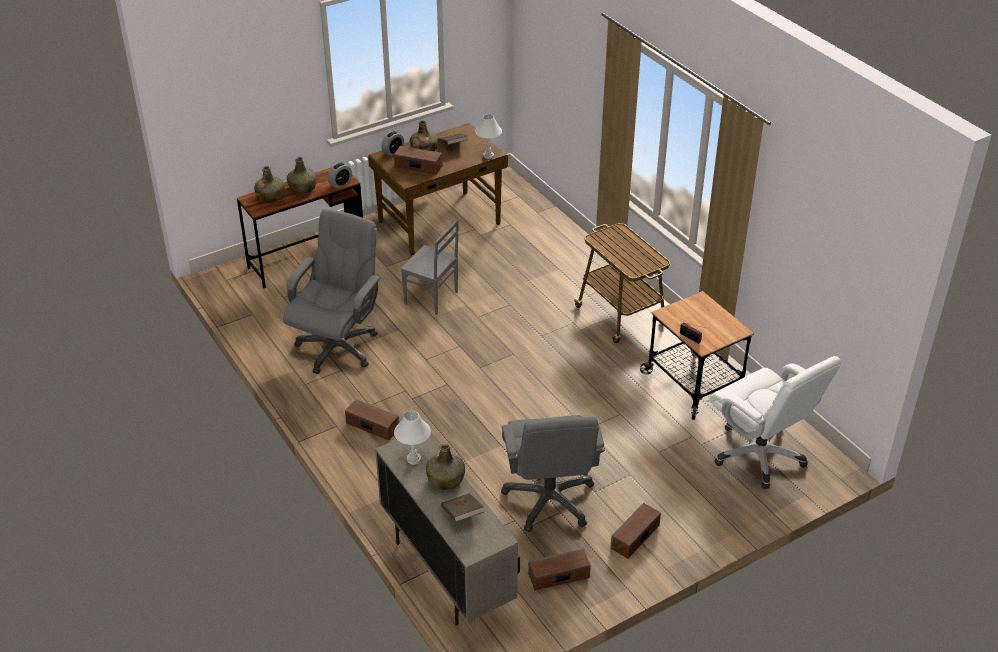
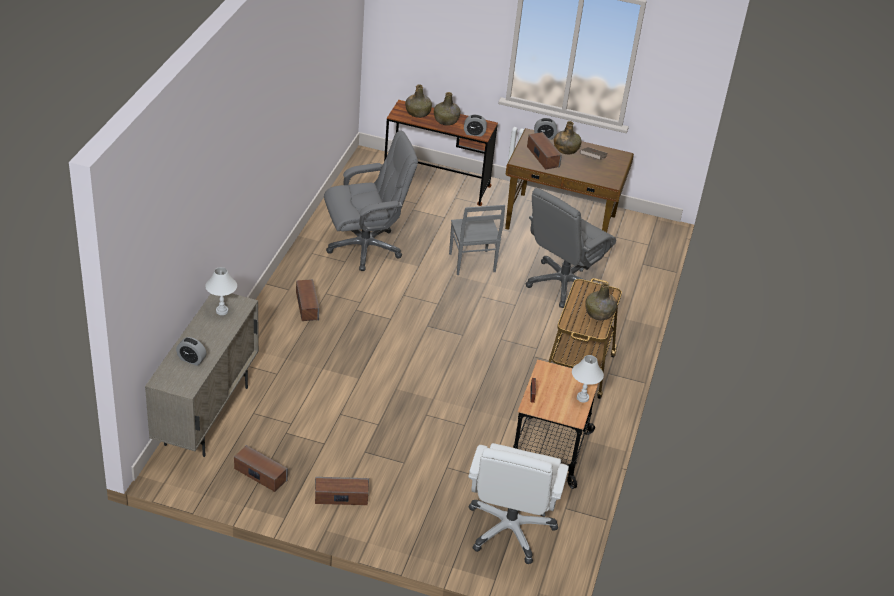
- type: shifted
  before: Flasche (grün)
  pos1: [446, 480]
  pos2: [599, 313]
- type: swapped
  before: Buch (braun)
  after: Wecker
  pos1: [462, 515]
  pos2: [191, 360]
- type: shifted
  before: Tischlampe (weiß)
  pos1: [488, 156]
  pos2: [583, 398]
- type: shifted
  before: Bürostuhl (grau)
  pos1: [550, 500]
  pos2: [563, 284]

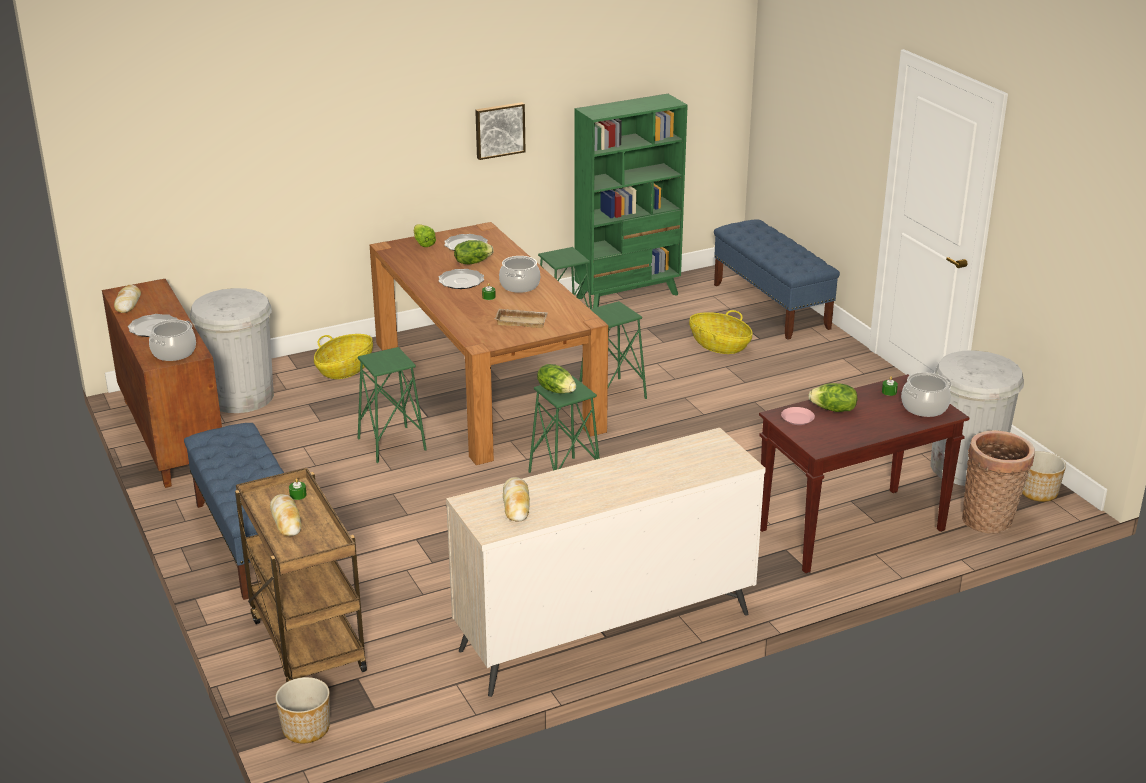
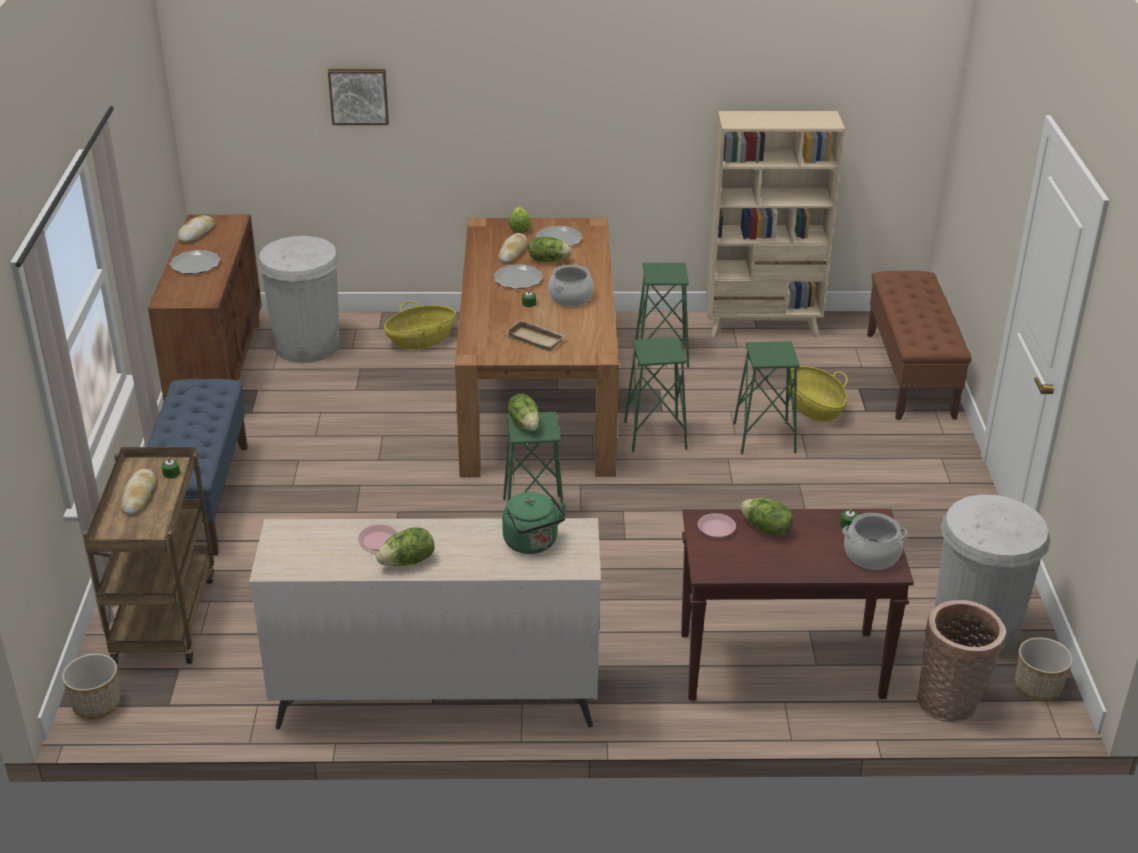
- type: gone
  before: Kochtopf
  pos1: [174, 353]
- type: shifted
  before: Hocker (grün)
  pos1: [391, 444]
  pos2: [764, 438]
- type: shifted
  before: Bild
  pos1: [499, 130]
  pos2: [359, 96]
- type: shifted
  before: Brot
  pos1: [516, 504]
  pos2: [513, 252]
- type: repainted
  before: Bücherregal (grün)
  after: Bücherregal (beige)
  pos1: [628, 296]
  pos2: [763, 326]
- type: repainted
  before: Bank (blau)
  after: Bank (braun)
  pos1: [771, 306]
  pos2: [910, 375]
- type: new
  after: Teller (rosa)
  pos2: [378, 541]
- type: new
  after: Salatkopf
  pos2: [408, 562]
- type: new
  after: Wasserkessel (grün)
  pos2: [533, 543]

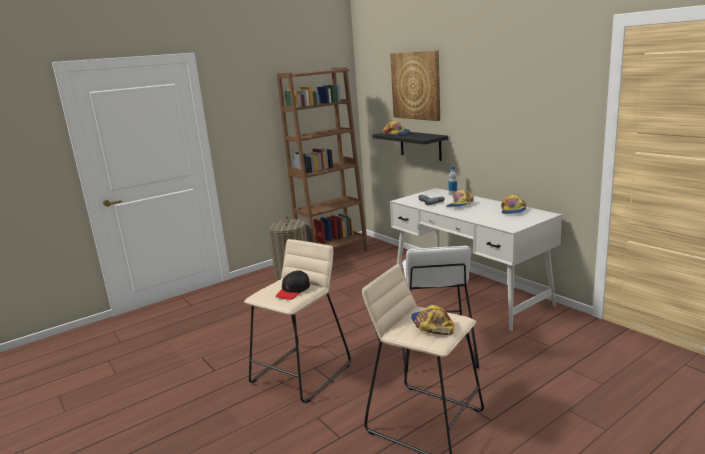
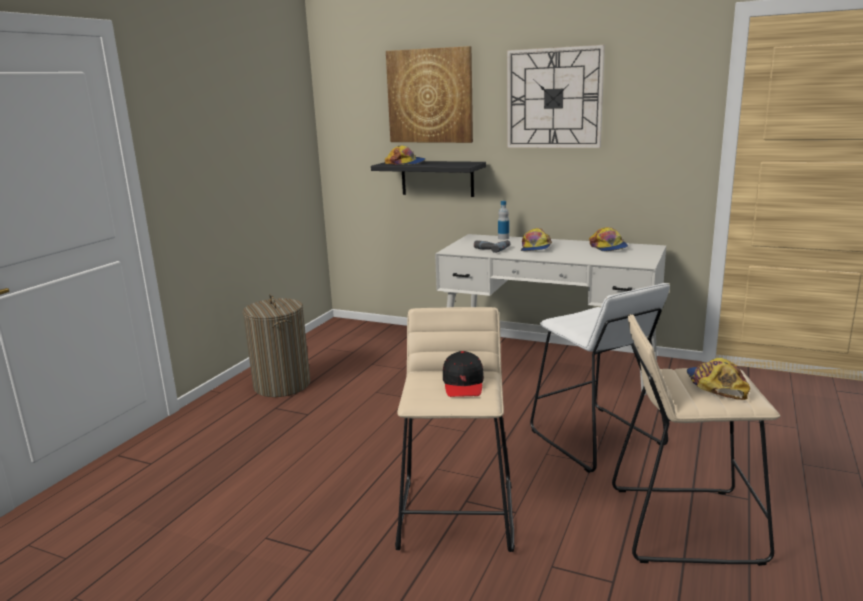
- type: gone
  before: Bücherregal (braun)
  pos1: [333, 254]
- type: rotated
  before: Kappe
  pos1: [431, 325]
  pos2: [715, 386]
  turn: 45
- type: new
  after: Wanduhr
  pos2: [554, 98]

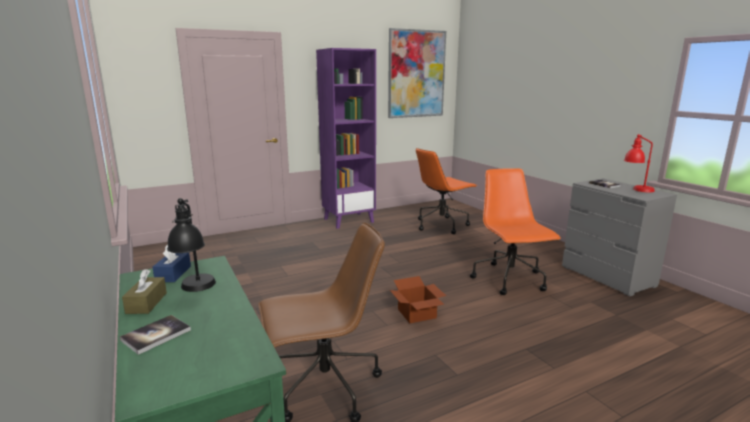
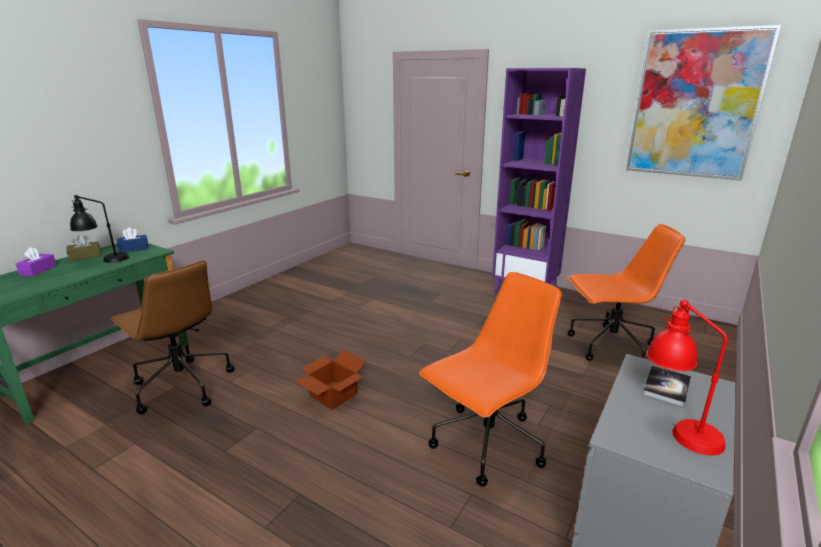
- type: swapped
  before: Buch
  after: Taschentuchbox (lila)
  pos1: [156, 335]
  pos2: [38, 270]
- type: rotated
  before: Bürostuhl (orange)
  pos1: [442, 225]
  pos2: [609, 346]
  turn: 150

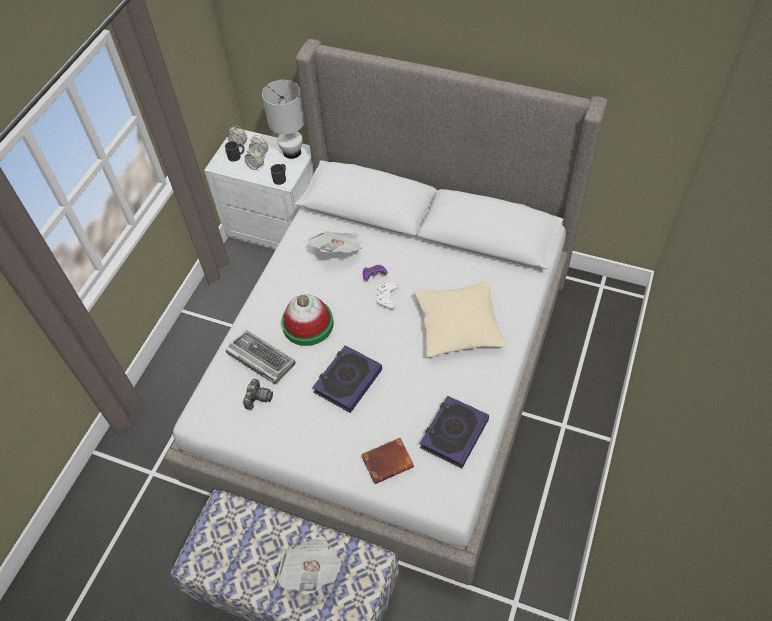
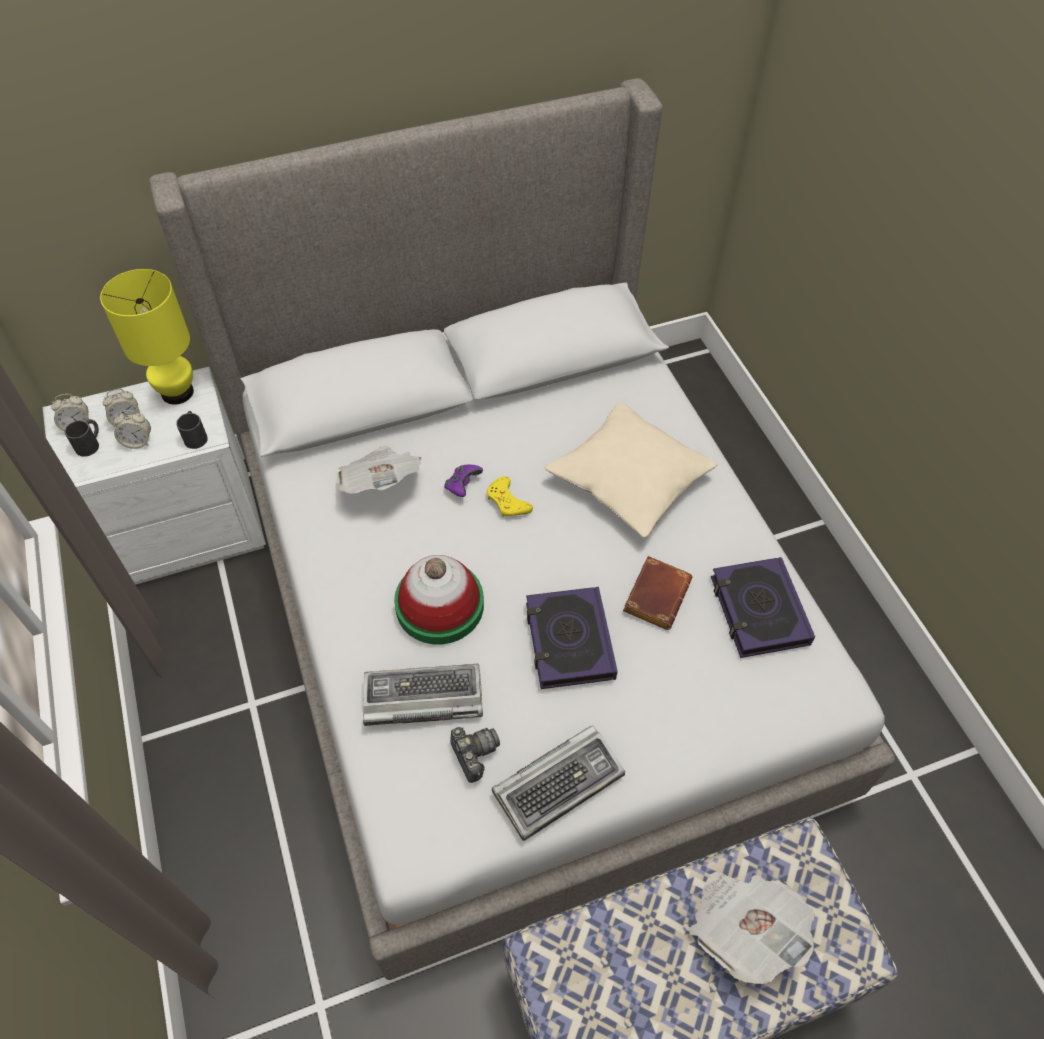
- type: repainted
  before: Tischlampe (weiß)
  after: Tischlampe (gelb)
  pos1: [291, 152]
  pos2: [177, 393]
- type: shifted
  before: Buch (braun)
  pos1: [388, 461]
  pos2: [655, 594]
- type: repainted
  before: Gamepad (weiß)
  after: Gamepad (gelb)
  pos1: [387, 297]
  pos2: [507, 501]
- type: new
  after: Tastatur
  pos2: [559, 783]

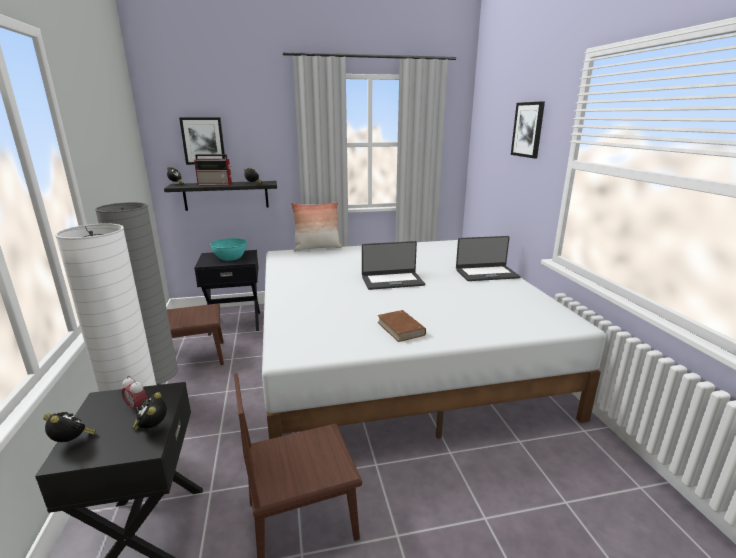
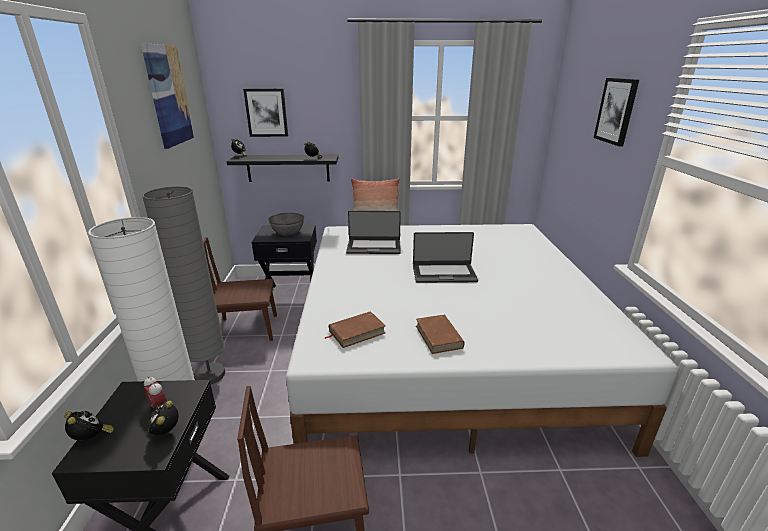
- type: gone
  before: Radio
  pos1: [216, 184]
- type: repainted
  before: Schüssel (türkis)
  after: Schüssel (grau)
  pos1: [230, 258]
  pos2: [288, 232]
- type: shifted
  before: Laptop
  pos1: [486, 273]
  pos2: [374, 247]
- type: new
  after: Bild
  pos2: [168, 96]
- type: new
  after: Buch (braun)
  pos2: [356, 332]

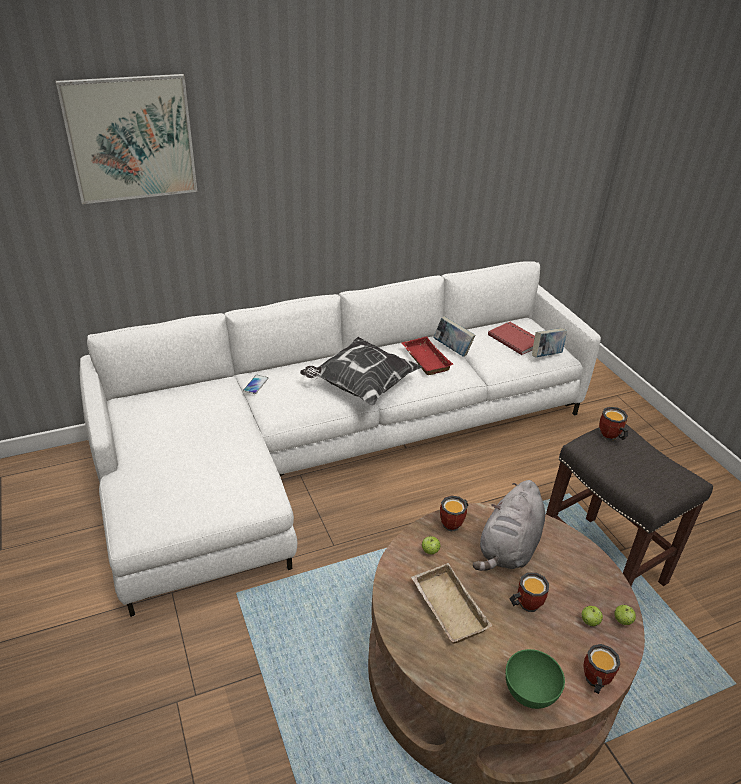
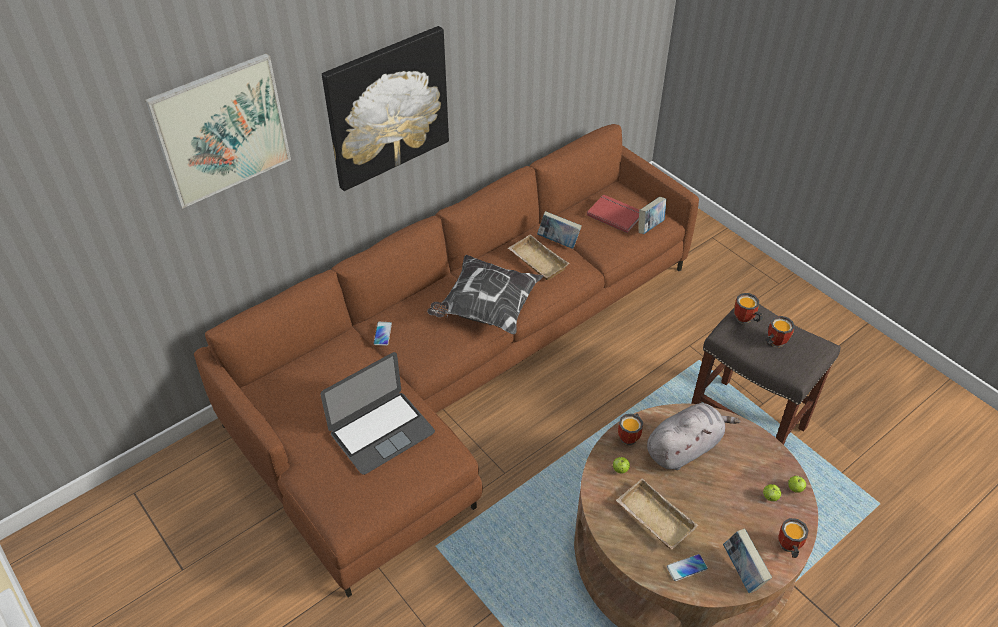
- type: repainted
  before: Sofa (weiß)
  after: Sofa (braun)
  pos1: [331, 447]
  pos2: [459, 368]
- type: repainted
  before: Tablett (rot)
  after: Tablett (beige)
  pos1: [424, 359]
  pos2: [536, 261]
- type: rotated
  before: Plüschtier (grau)
  pos1: [508, 548]
  pos2: [684, 448]
  turn: -135
- type: swapped
  before: Schüssel (grün)
  after: Buch
  pos1: [529, 692]
  pos2: [742, 571]
- type: shifted
  before: Henkelbecher
  pos1: [524, 604]
  pos2: [773, 342]
- type: new
  after: Laptop
  pos2: [382, 432]
- type: new
  after: Bild
  pos2: [387, 107]
- type: new
  after: Handy
  pos2: [686, 568]

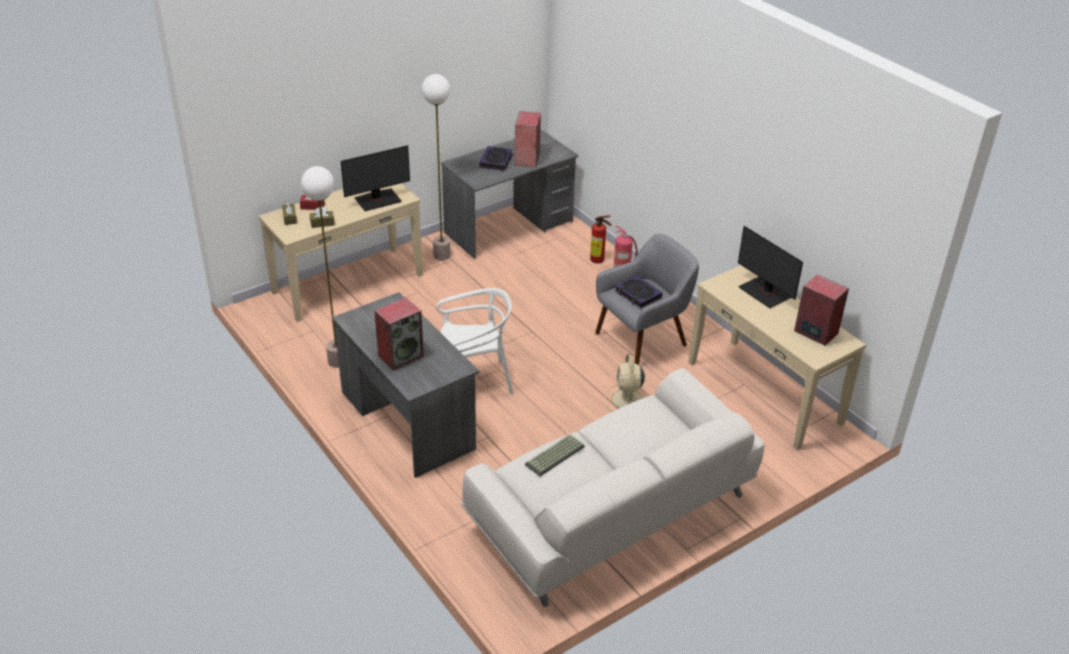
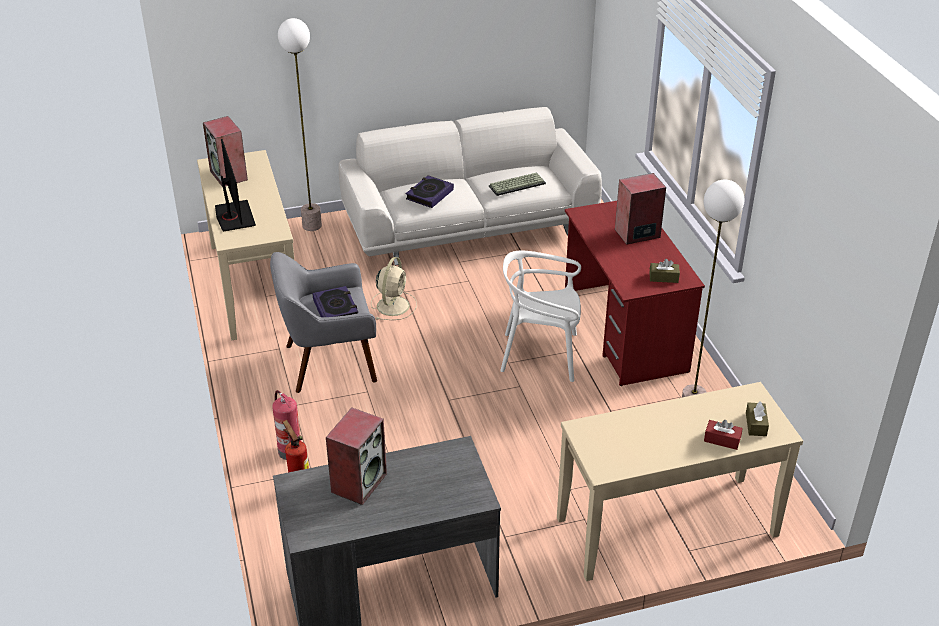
- type: shifted
  before: Taschentuchbox (braun)
  pos1: [322, 223]
  pos2: [663, 277]
- type: repainted
  before: Schreibtisch (grau)
  after: Schreibtisch (rot)
  pos1: [407, 420]
  pos2: [624, 331]
- type: gone
  before: Monitor
  pos1: [377, 200]
- type: shifted
  before: Stehlampe
  pos1: [441, 256]
  pos2: [312, 225]
- type: shifted
  before: Buch
  pos1: [496, 161]
  pos2: [429, 194]

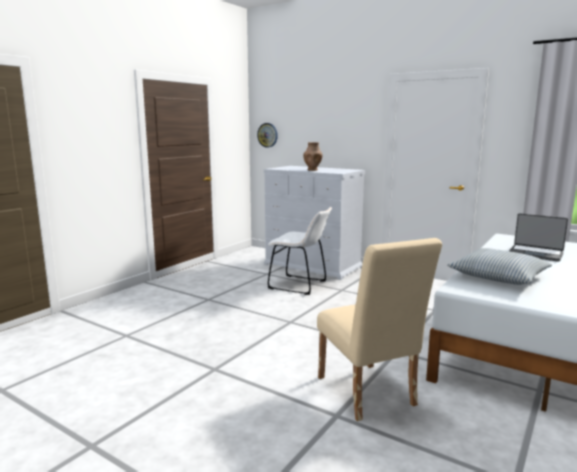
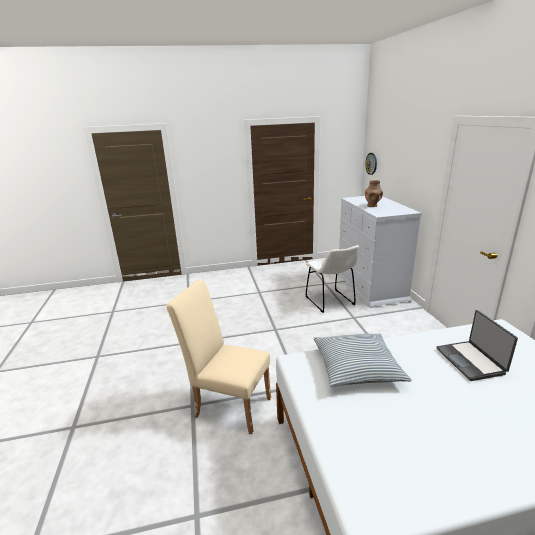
- type: rotated
  before: Stuhl (beige)
  pos1: [368, 395]
  pos2: [228, 404]
  turn: 90

